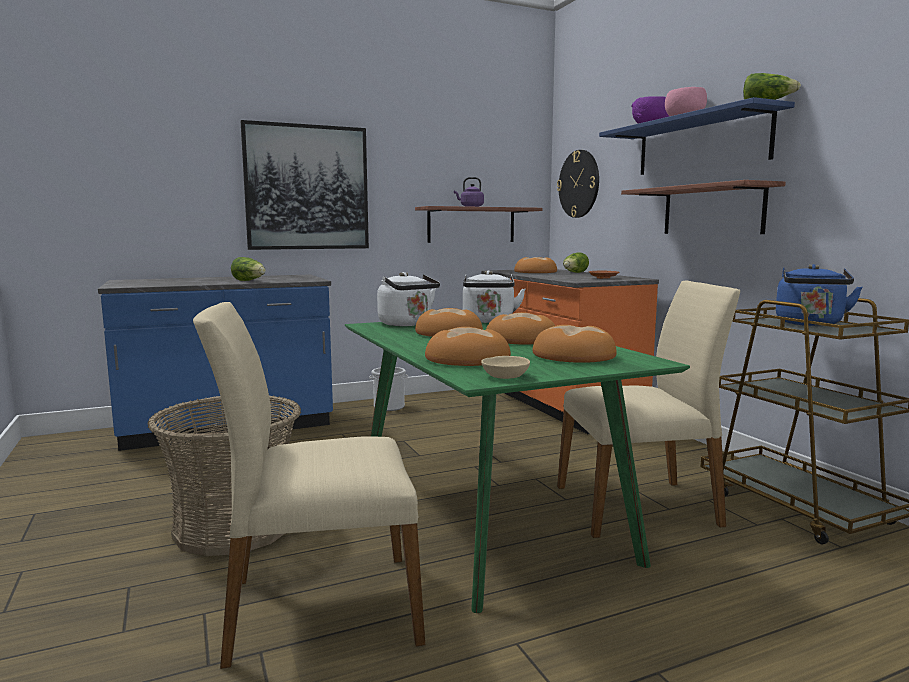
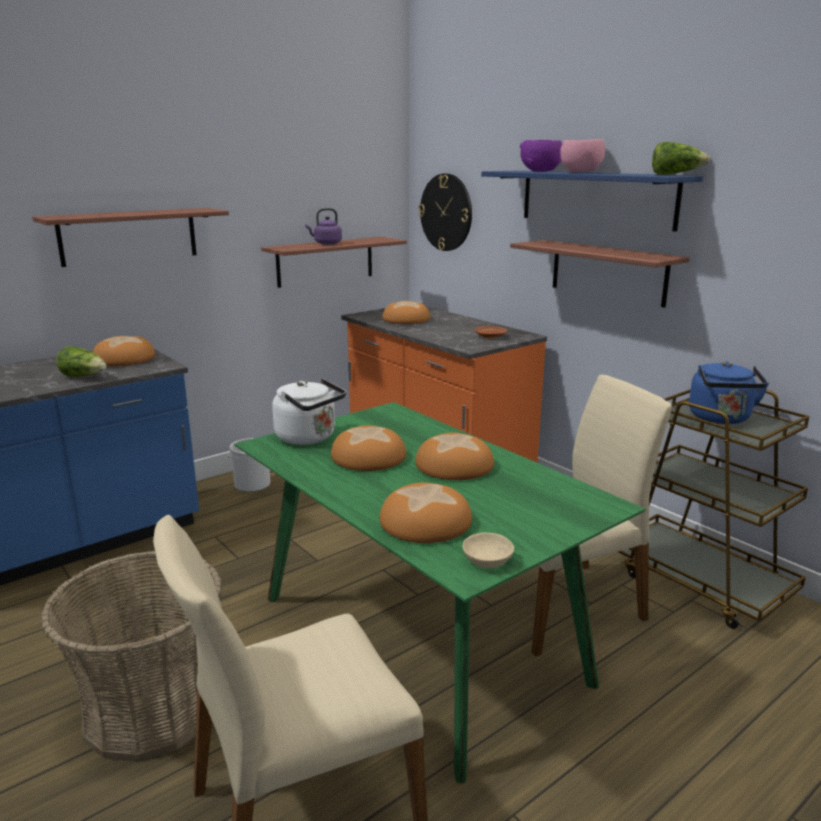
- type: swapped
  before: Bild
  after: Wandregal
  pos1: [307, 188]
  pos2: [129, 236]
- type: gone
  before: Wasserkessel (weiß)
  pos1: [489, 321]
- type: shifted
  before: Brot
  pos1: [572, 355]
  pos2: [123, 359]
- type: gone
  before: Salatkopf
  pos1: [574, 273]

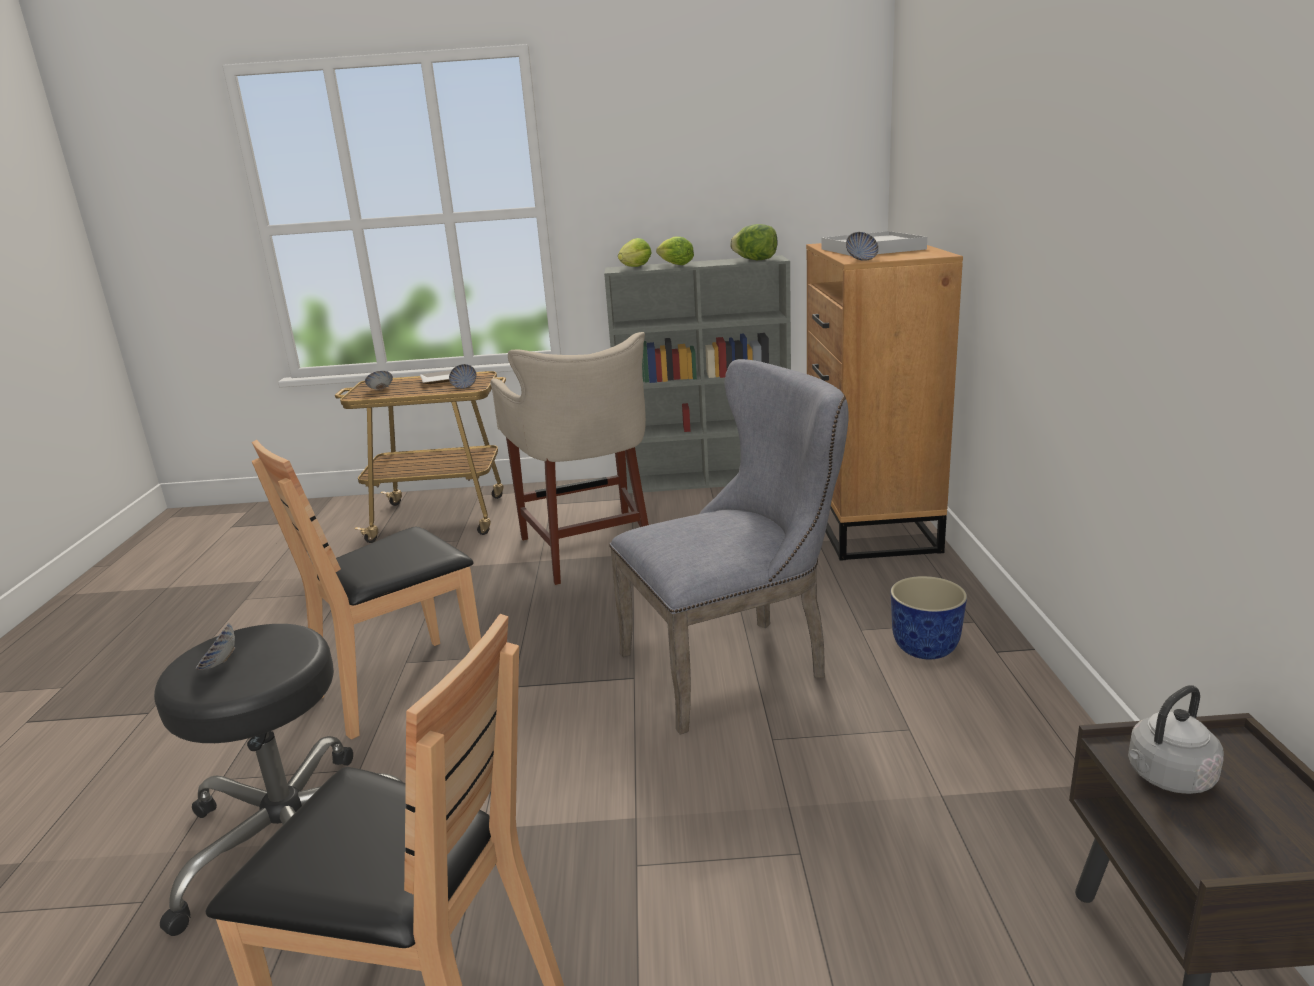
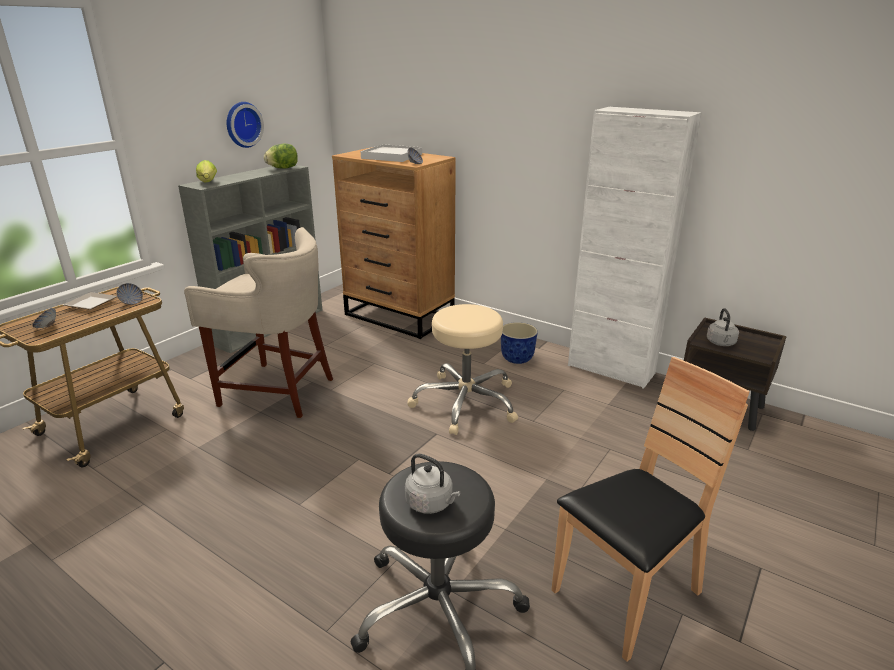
- type: swapped
  before: Schüssel
  after: Wasserkessel (grau)
  pos1: [219, 664]
  pos2: [431, 503]
- type: gone
  before: Stuhl (braun)
  pos1: [402, 687]
- type: swapped
  before: Stuhl (grau)
  after: Hocker (beige)
  pos1: [735, 664]
  pos2: [465, 403]
- type: gone
  before: Salatkopf
  pos1: [674, 265]
- type: new
  after: Wanduhr
  pos2: [242, 124]
- type: new
  after: Schrank (weiß)
  pos2: [610, 369]

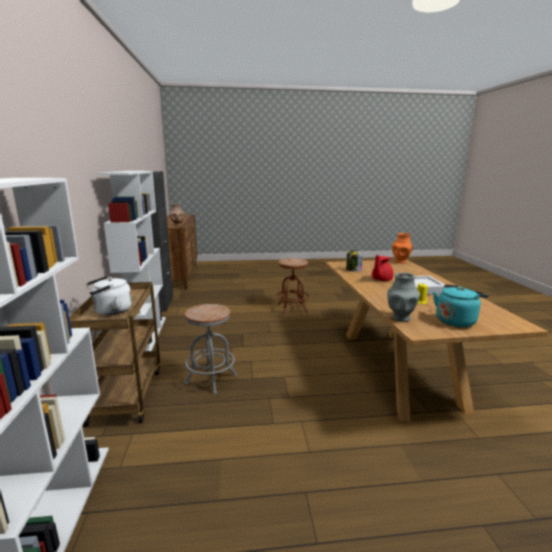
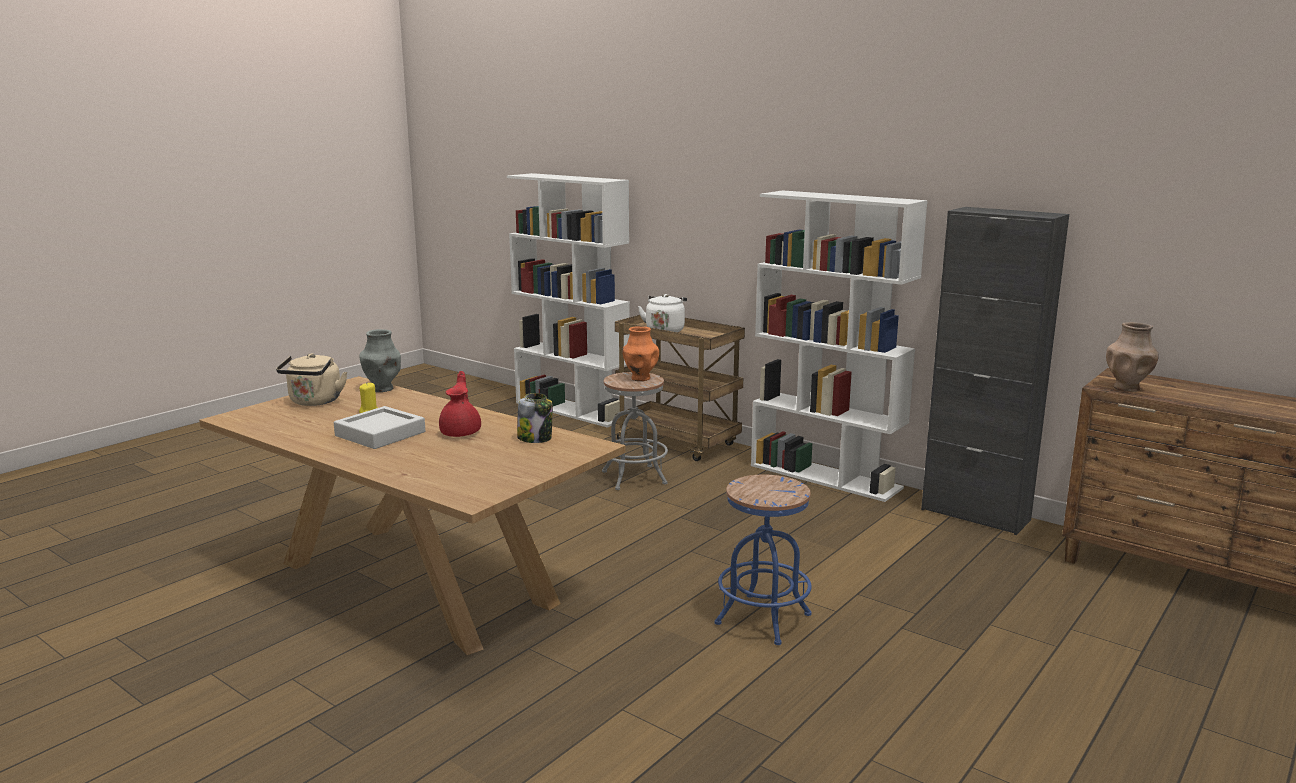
- type: repainted
  before: Hocker (braun)
  after: Hocker (blau)
  pos1: [292, 308]
  pos2: [763, 619]
- type: shifted
  before: Vase (orange)
  pos1: [400, 262]
  pos2: [640, 378]
- type: repainted
  before: Wasserkessel (türkis)
  after: Wasserkessel (beige)
  pos1: [456, 321]
  pos2: [314, 402]

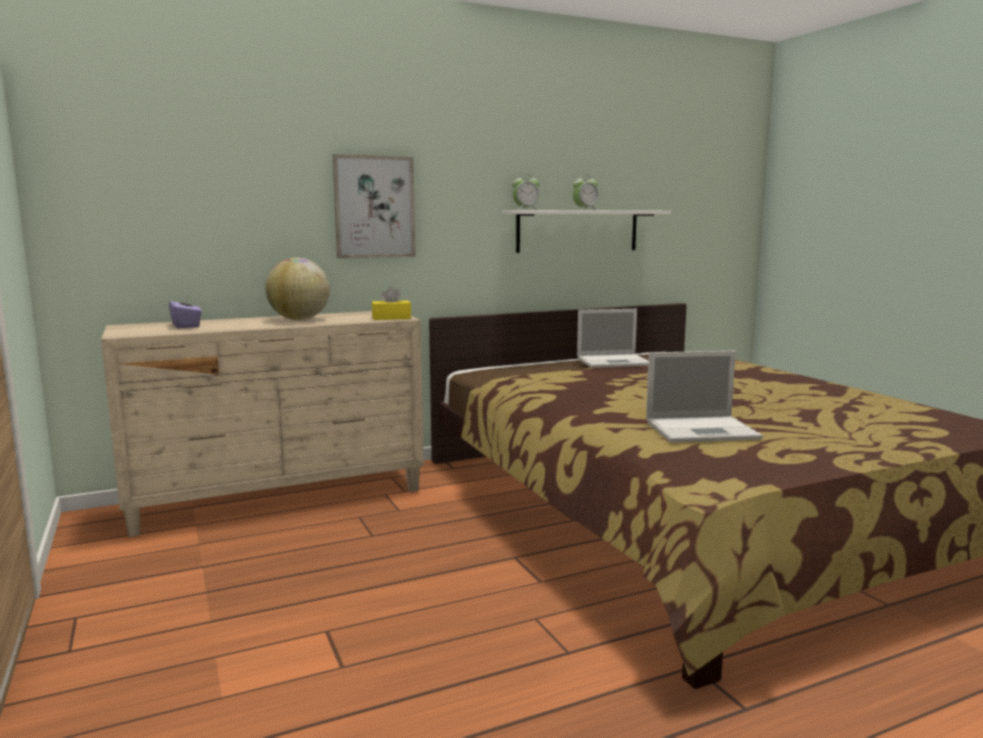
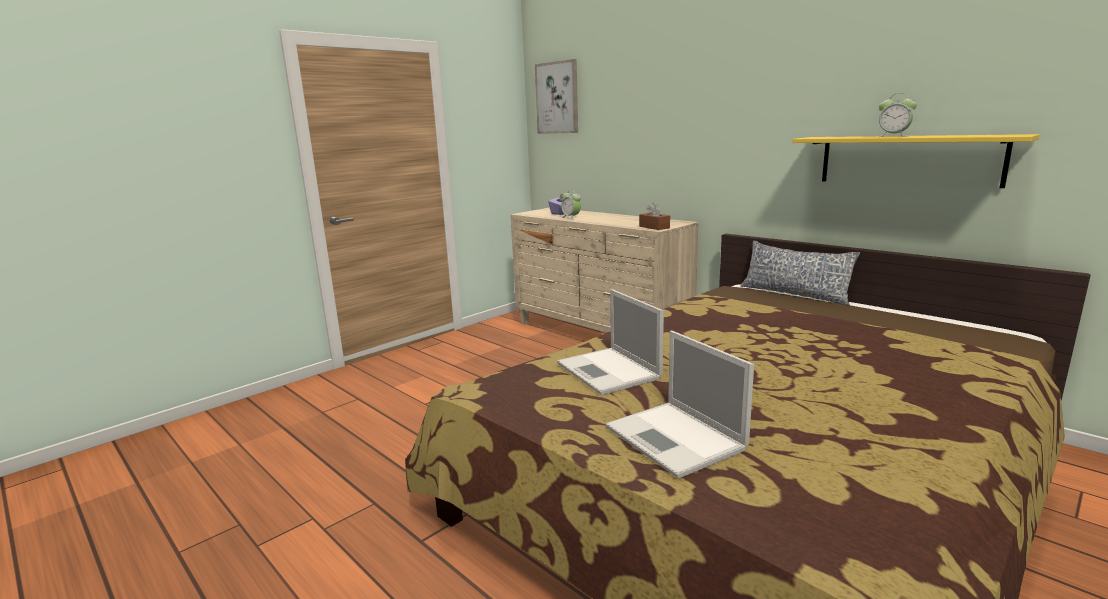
- type: gone
  before: Globus
  pos1: [299, 319]
- type: shifted
  before: Bild
  pos1: [374, 207]
  pos2: [557, 98]
- type: repainted
  before: Taschentuchbox (gelb)
  after: Taschentuchbox (braun)
  pos1: [391, 318]
  pos2: [654, 227]
- type: repainted
  before: Wandregal (weiß)
  after: Wandregal (gelb)
  pos1: [578, 231]
  pos2: [908, 160]
- type: shifted
  before: Wecker
  pos1: [525, 209]
  pos2: [571, 217]
- type: shifted
  before: Laptop
  pos1: [615, 361]
  pos2: [676, 439]
- type: new
  after: Kissen
  pos2: [794, 294]

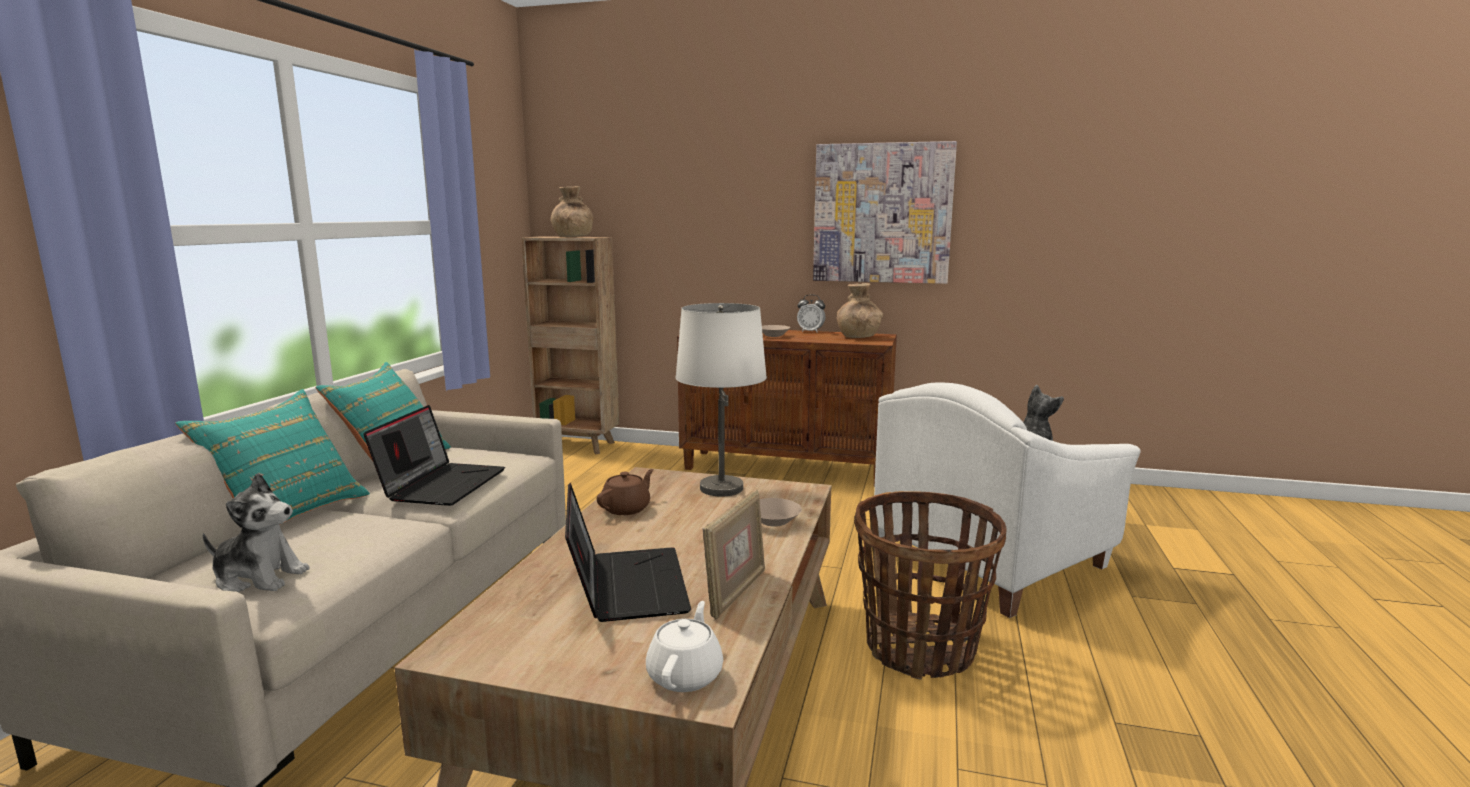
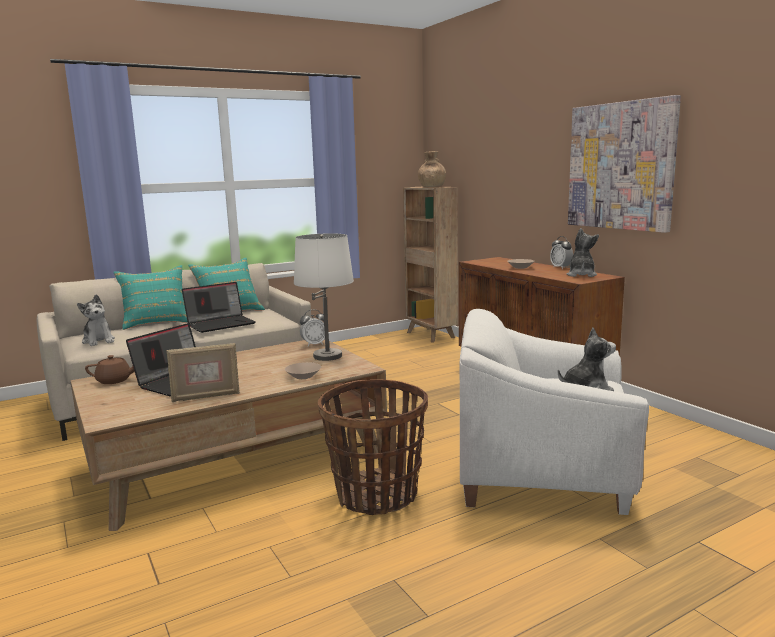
- type: shifted
  before: Teekanne (braun)
  pos1: [626, 508]
  pos2: [114, 380]
- type: gone
  before: Teekanne (weiß)
  pos1: [686, 675]
- type: swapped
  before: Vase (braun)
  after: Plüschtier
  pos1: [858, 336]
  pos2: [581, 275]
- type: new
  after: Wecker
  pos2: [314, 344]

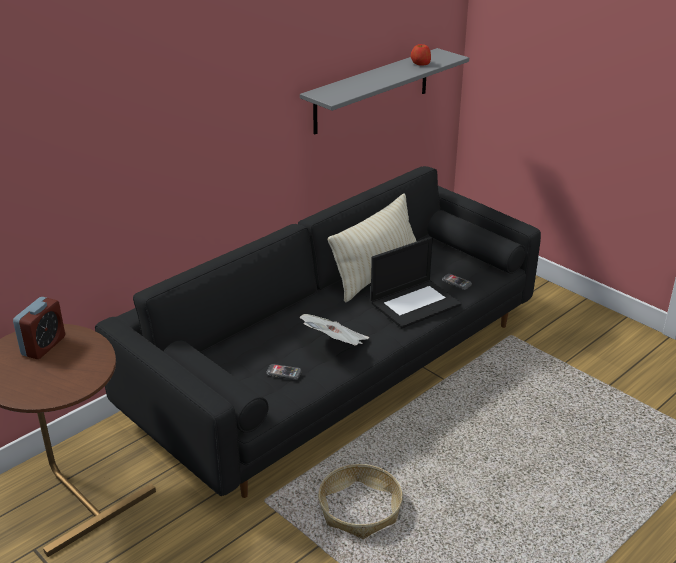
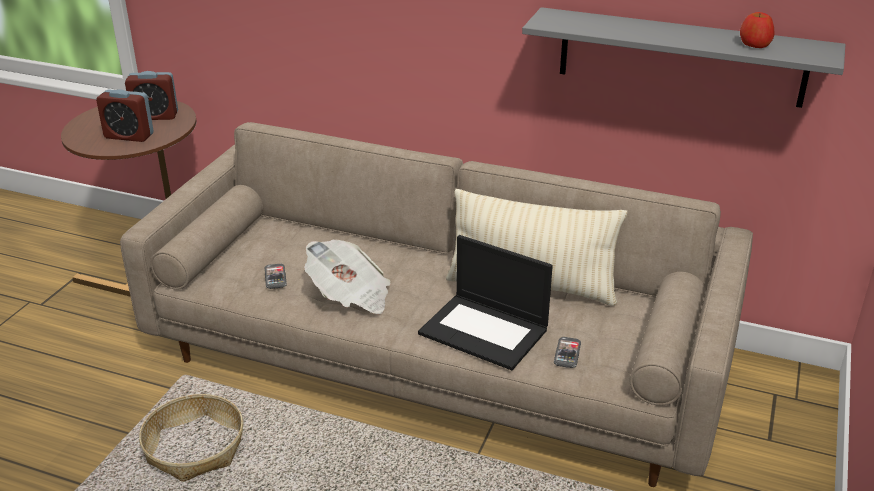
- type: repainted
  before: Sofa (schwarz)
  after: Sofa (beige)
  pos1: [337, 367]
  pos2: [437, 358]
- type: new
  after: Wecker
  pos2: [129, 136]

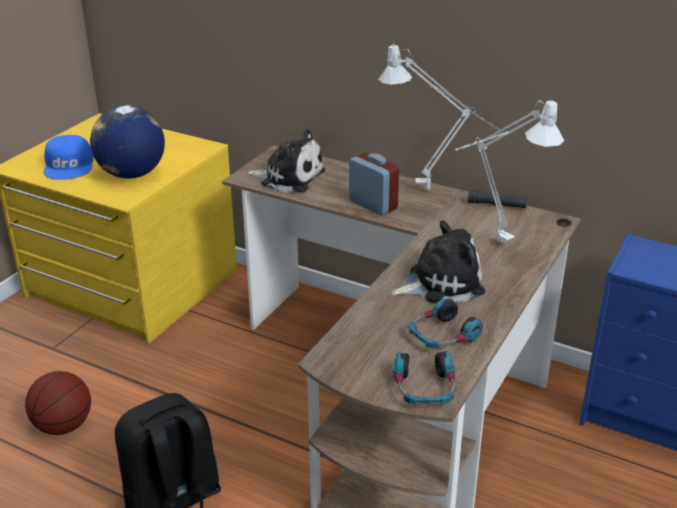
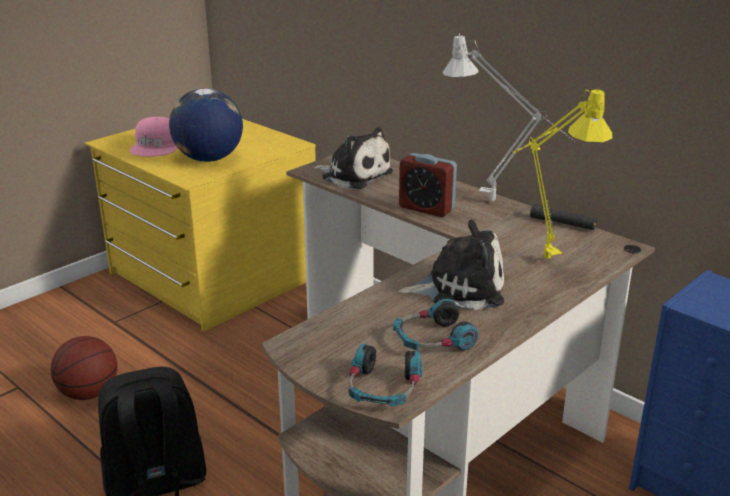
- type: repainted
  before: Kappe (blau)
  after: Kappe (rosa)
  pos1: [70, 165]
  pos2: [157, 146]
- type: rotated
  before: Wecker
  pos1: [373, 205]
  pos2: [426, 208]
  turn: 150
- type: repainted
  before: Tischlampe (weiß)
  after: Tischlampe (gelb)
  pos1: [493, 239]
  pos2: [541, 255]

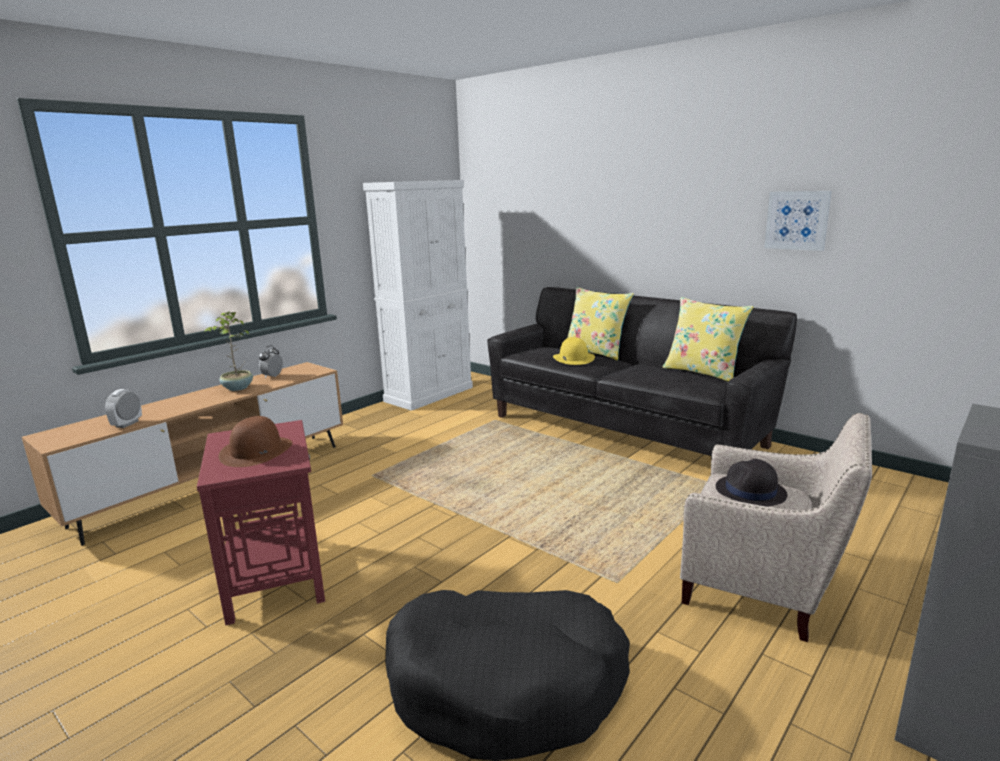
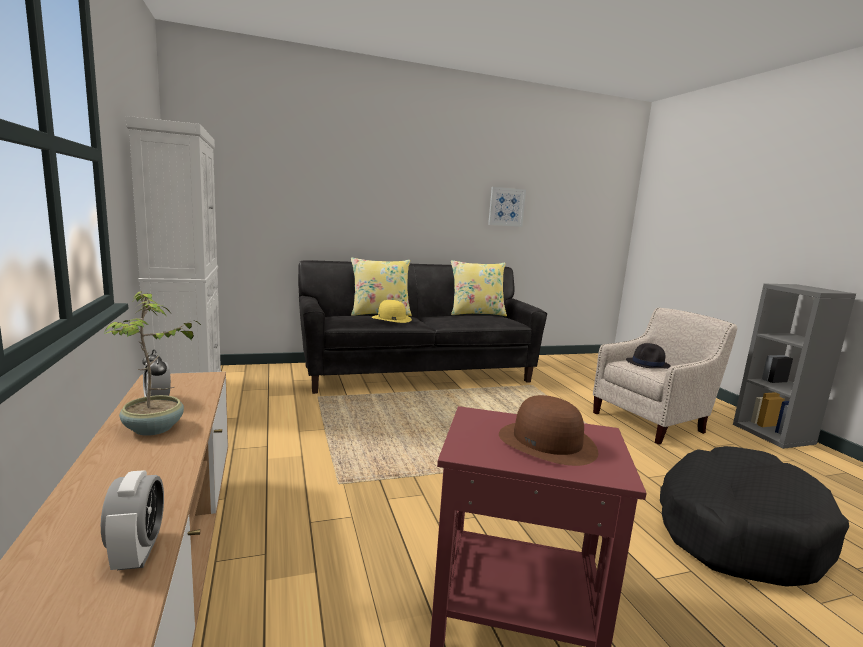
- type: rotated
  before: Wecker
  pos1: [127, 424]
  pos2: [137, 553]
  turn: -150

